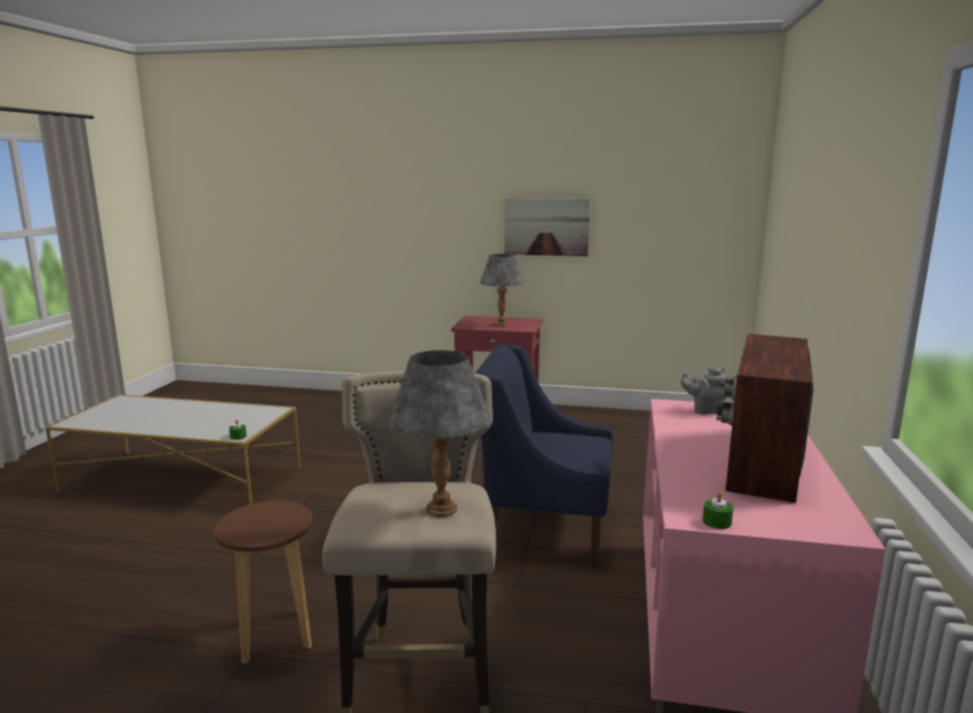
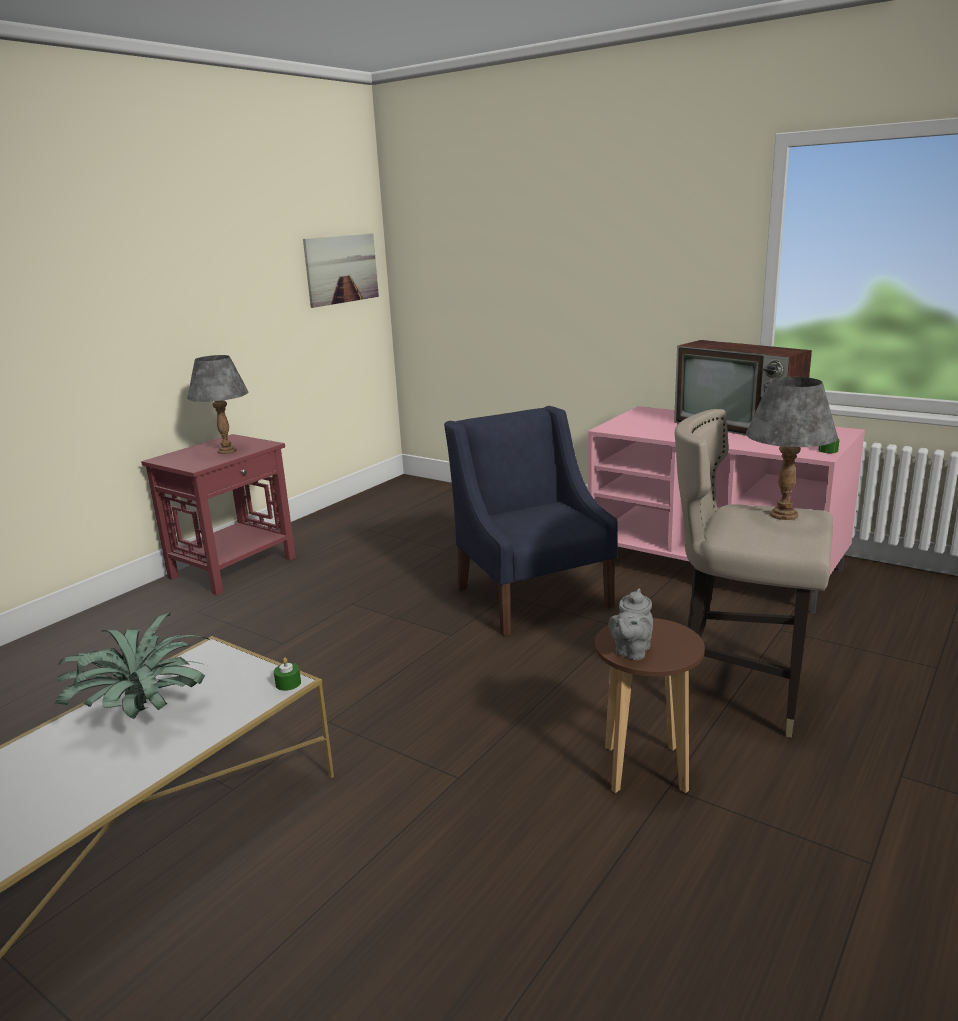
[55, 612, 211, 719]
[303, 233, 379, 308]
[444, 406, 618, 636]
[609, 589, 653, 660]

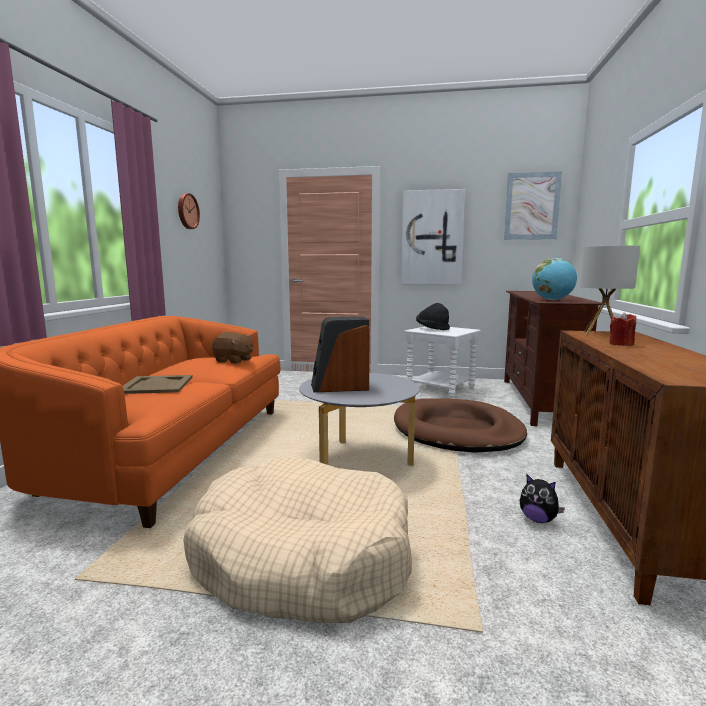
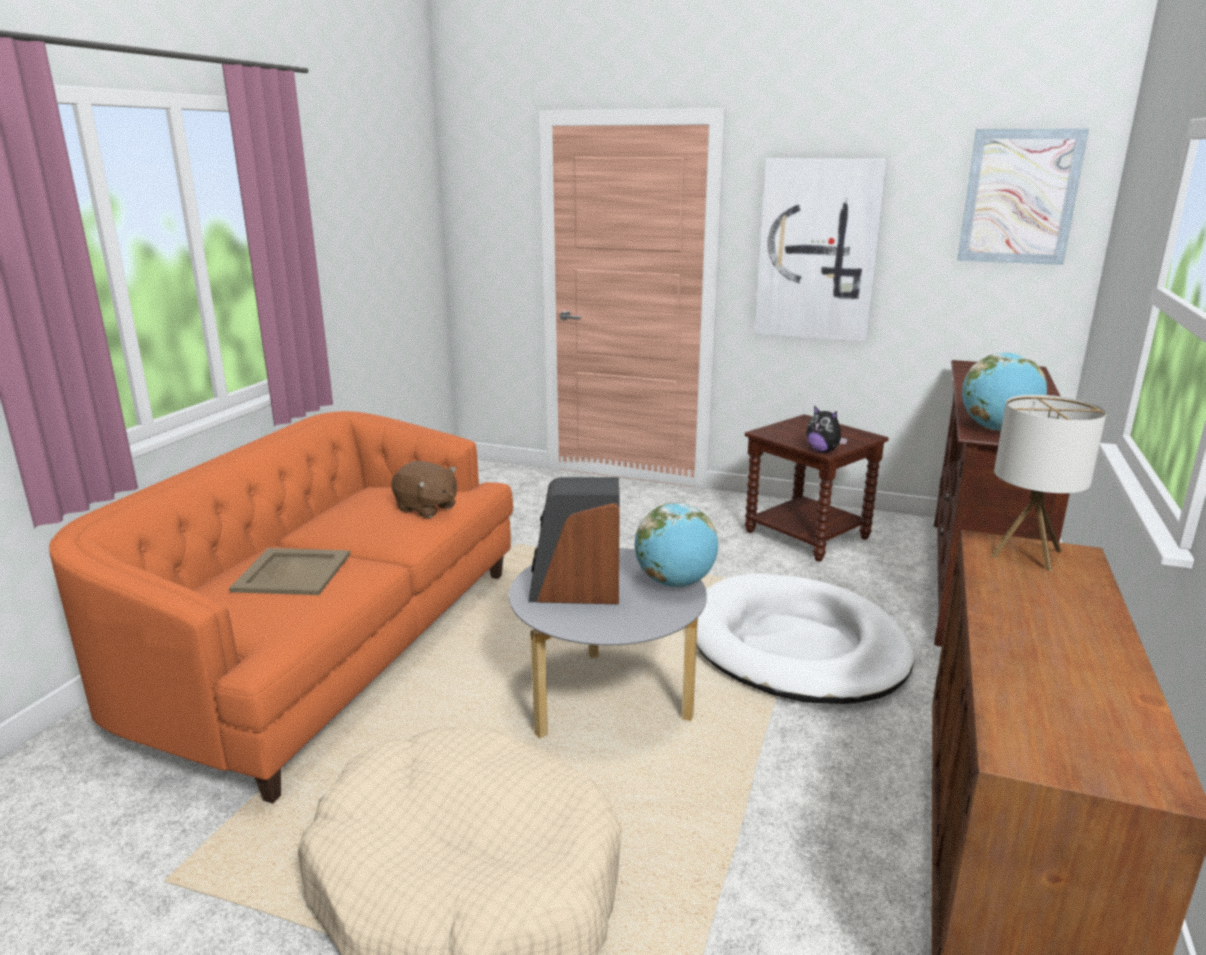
[635, 503, 718, 587]
[697, 573, 914, 704]
[745, 415, 889, 562]
[806, 406, 847, 453]
[178, 193, 200, 229] (first image)
[416, 303, 450, 330] (first image)
[609, 312, 636, 346] (first image)

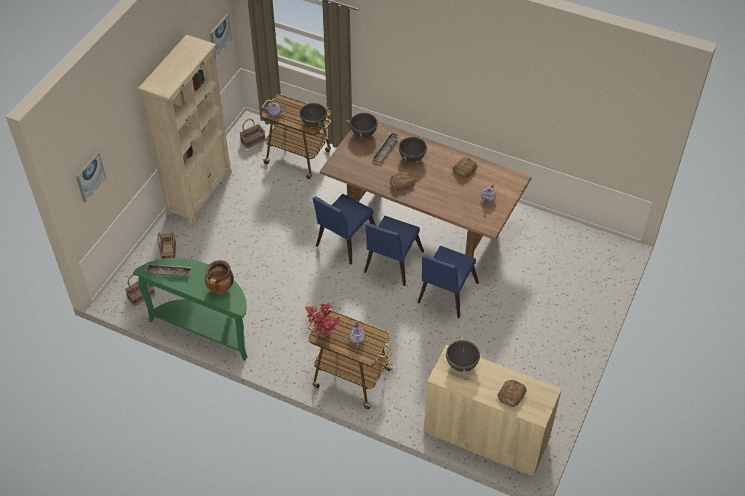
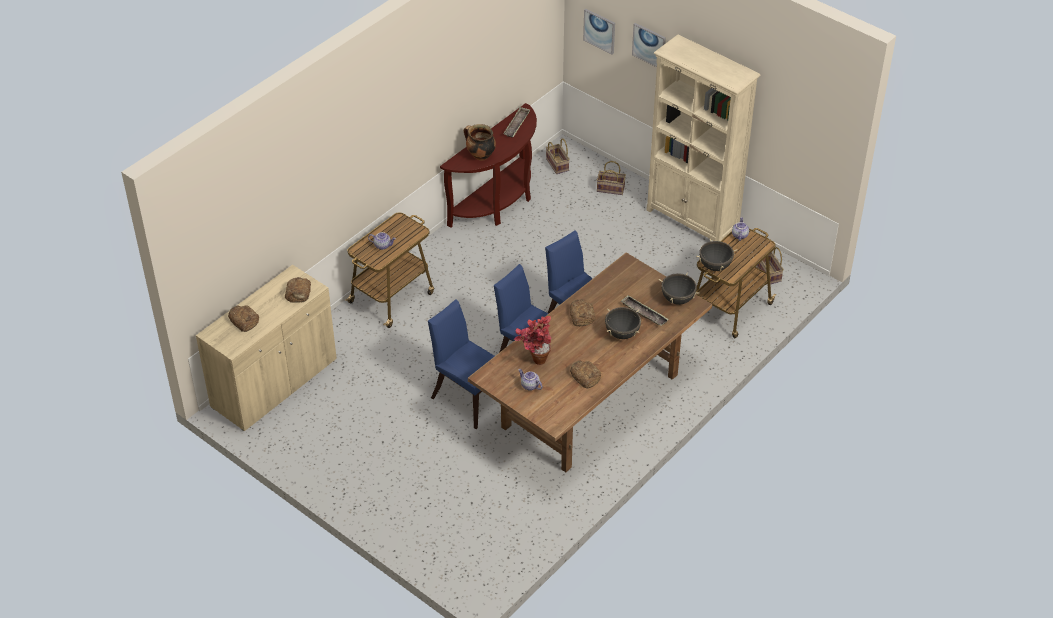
[285, 277, 311, 303]
[440, 103, 537, 228]
[514, 316, 551, 365]
[632, 23, 666, 67]

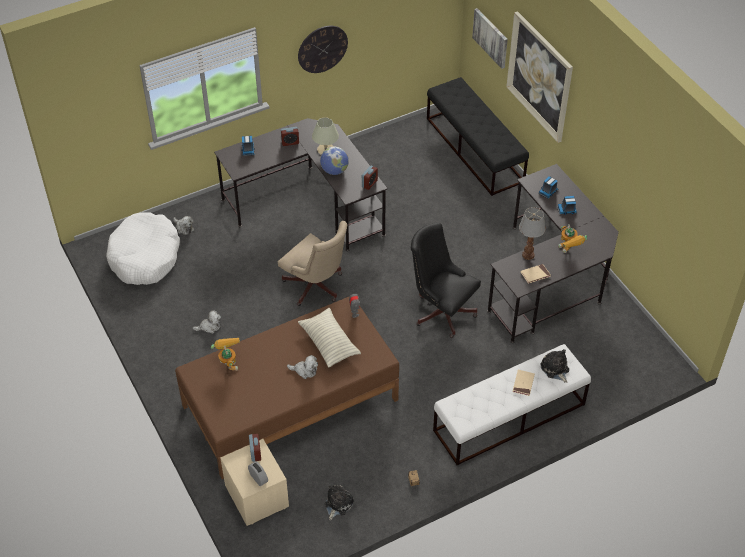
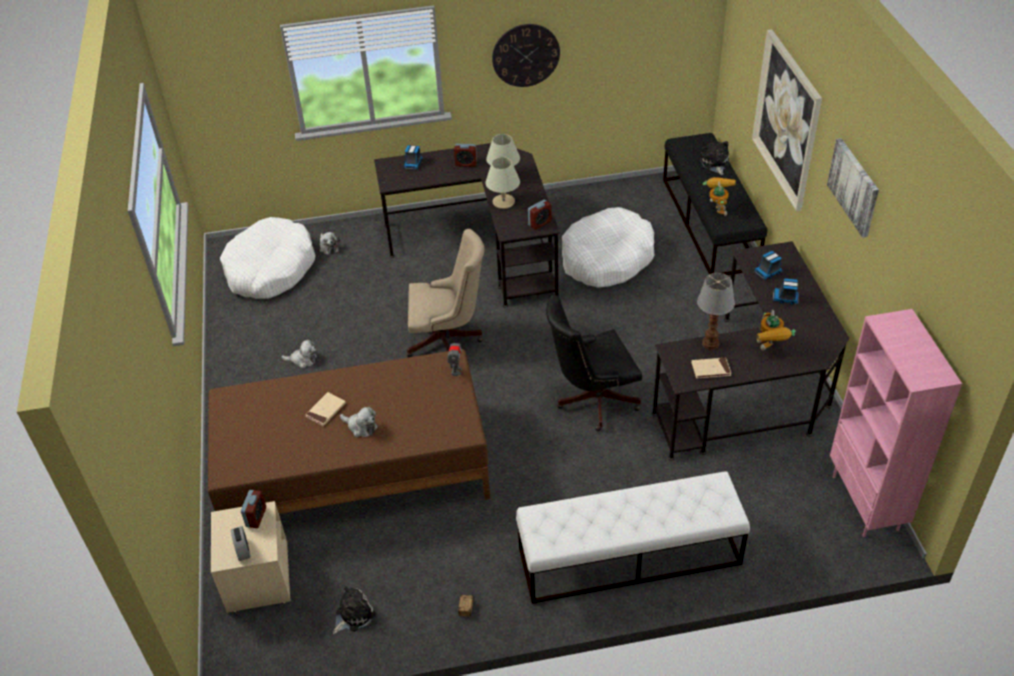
[305, 392, 346, 426]
[406, 229, 485, 357]
[485, 157, 520, 209]
[546, 295, 642, 431]
[562, 207, 654, 288]
[700, 141, 729, 175]
[703, 177, 736, 216]
[827, 138, 879, 238]
[830, 309, 962, 537]
[298, 308, 361, 367] (first image)

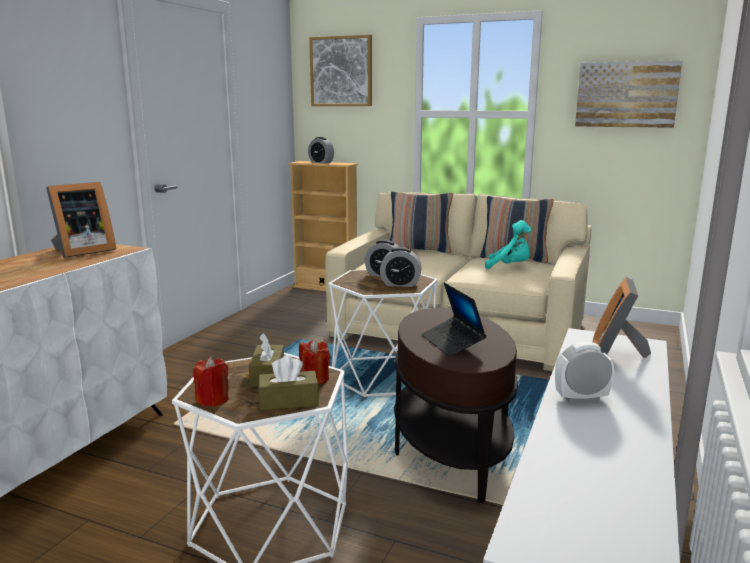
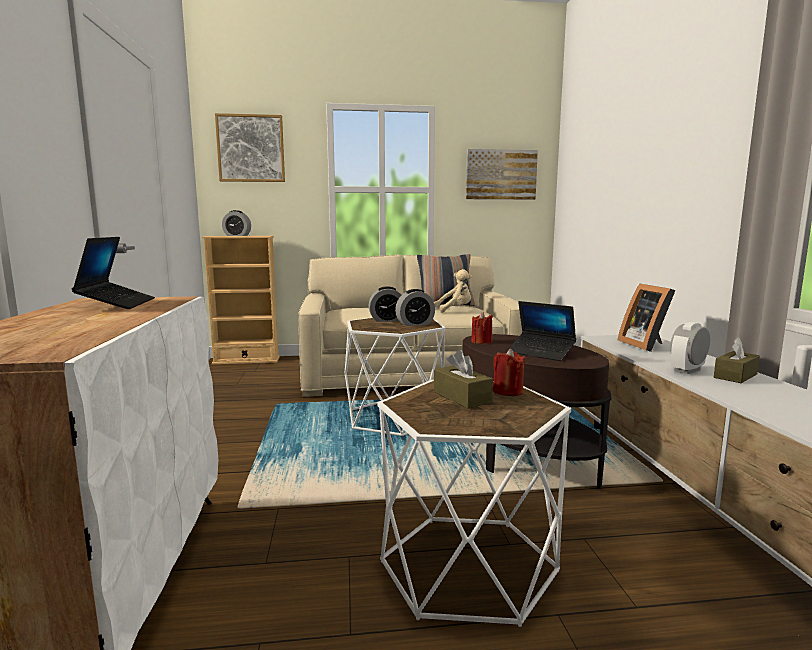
[72, 237, 155, 309]
[434, 269, 472, 313]
[471, 312, 493, 344]
[714, 337, 760, 383]
[390, 192, 453, 253] (first image)

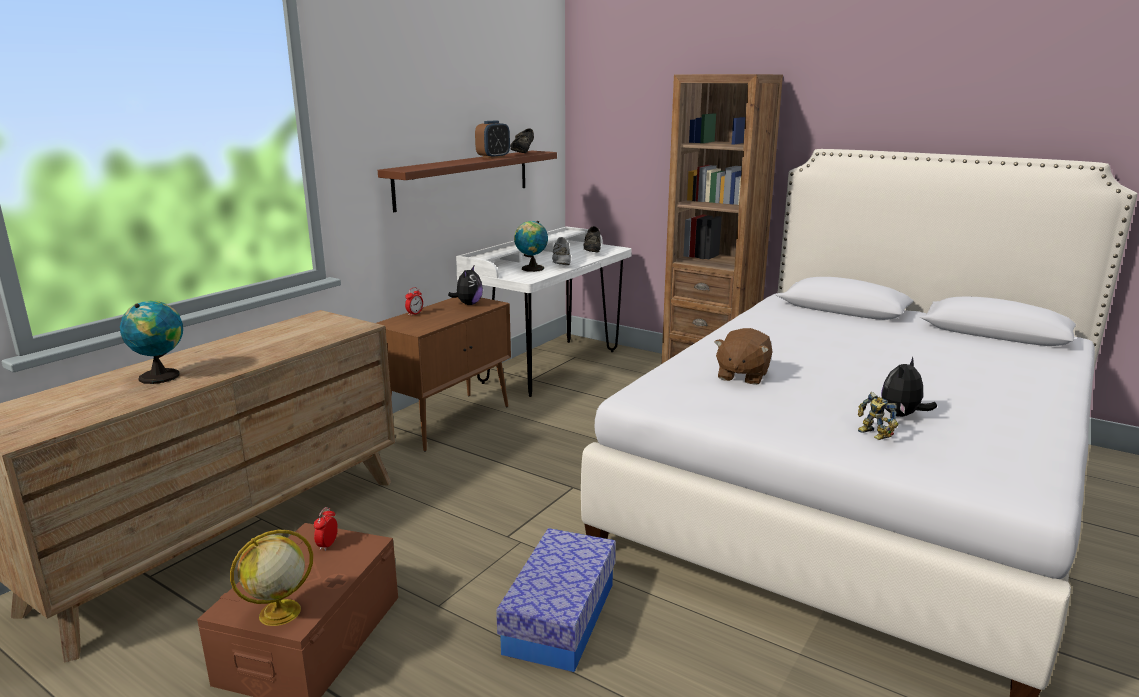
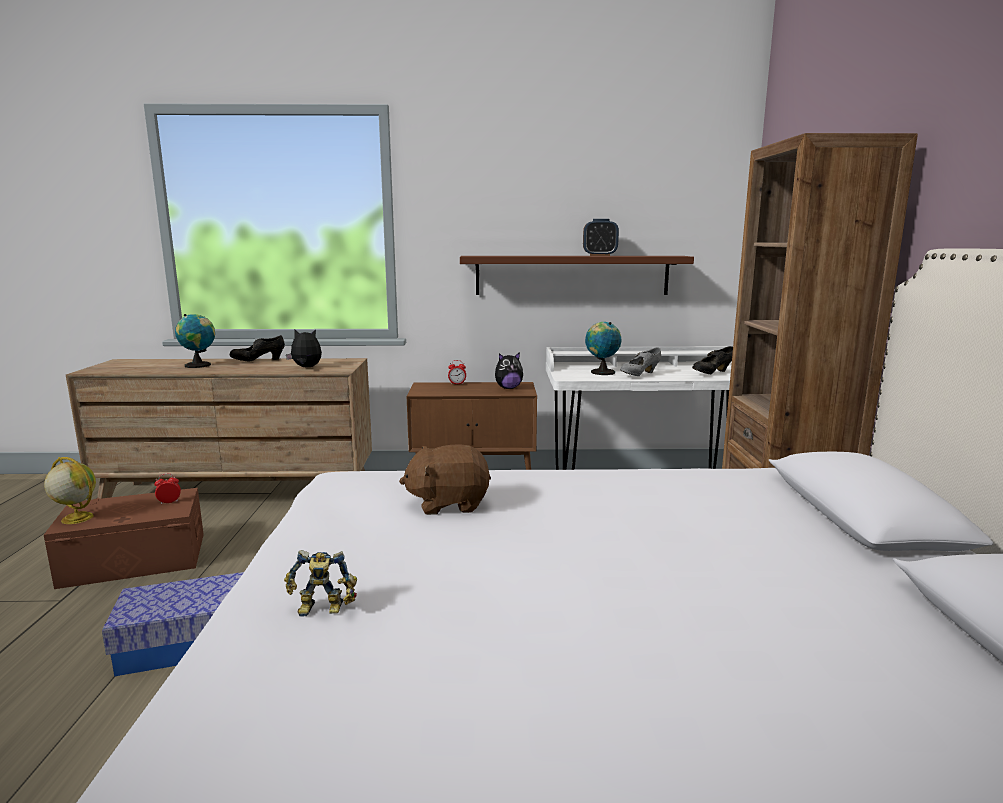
[230, 335, 285, 361]
[284, 550, 357, 616]
[286, 329, 322, 368]

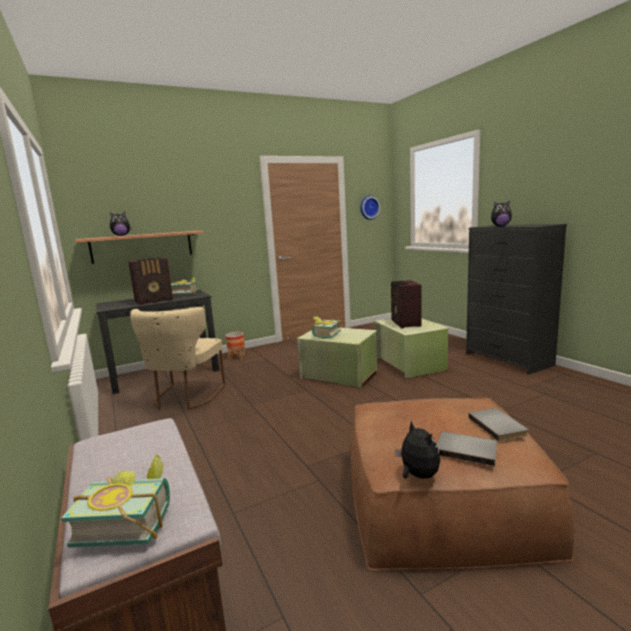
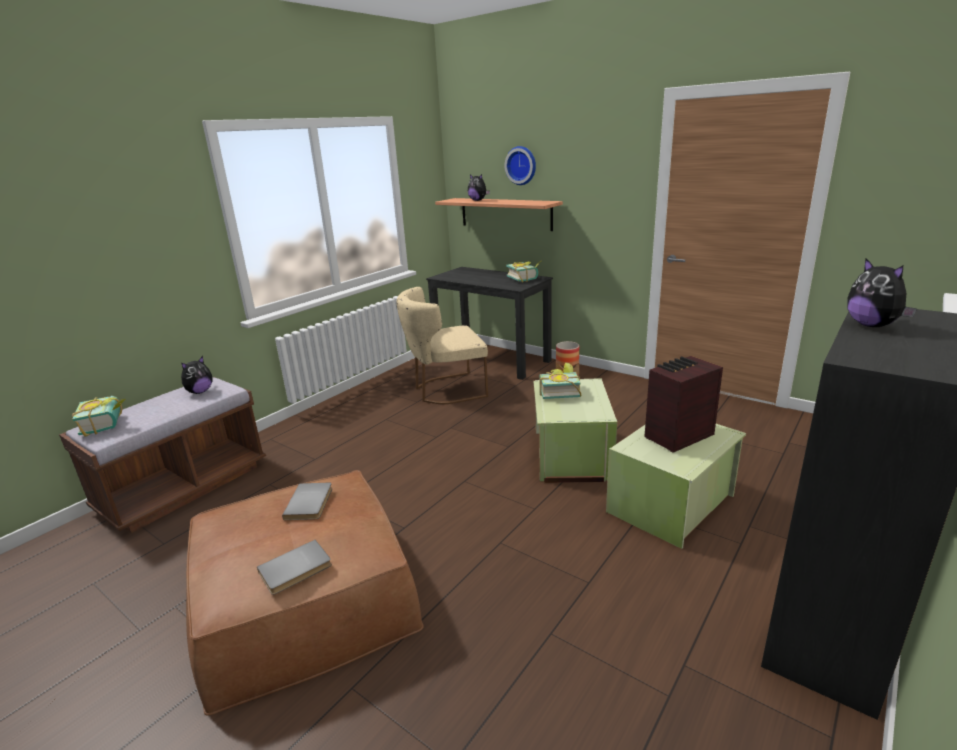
[181, 356, 213, 394]
[282, 483, 332, 520]
[504, 146, 536, 185]
[128, 258, 173, 305] (first image)

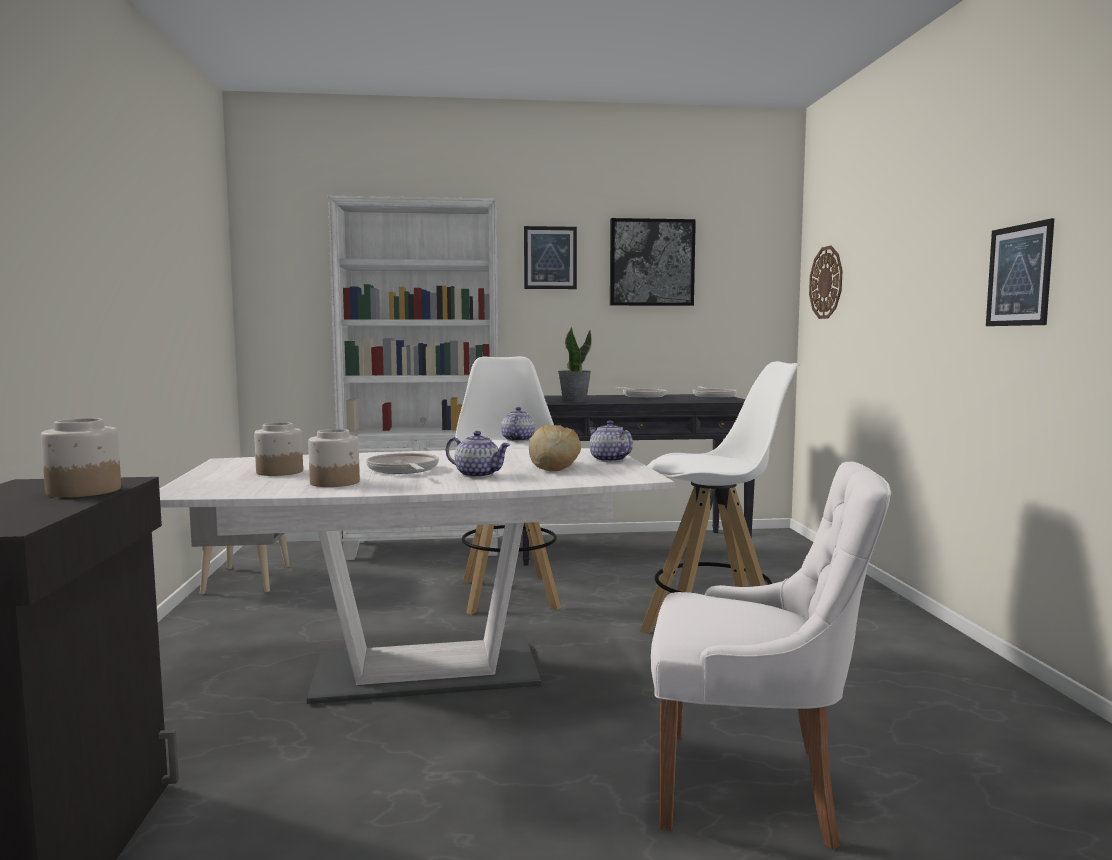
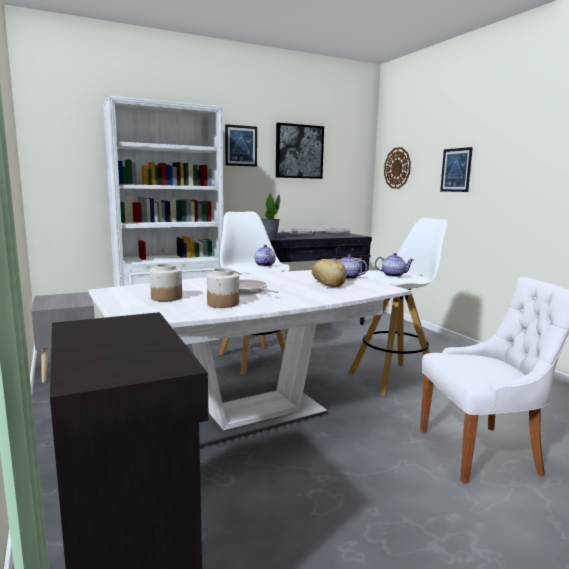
[375, 253, 414, 277]
[440, 147, 473, 192]
[41, 418, 121, 498] (first image)

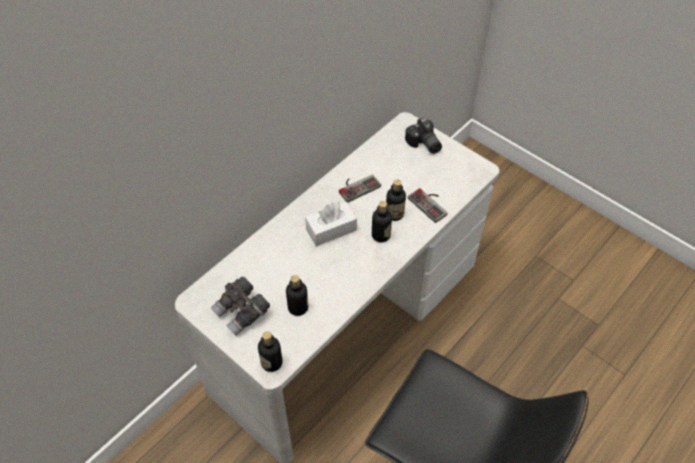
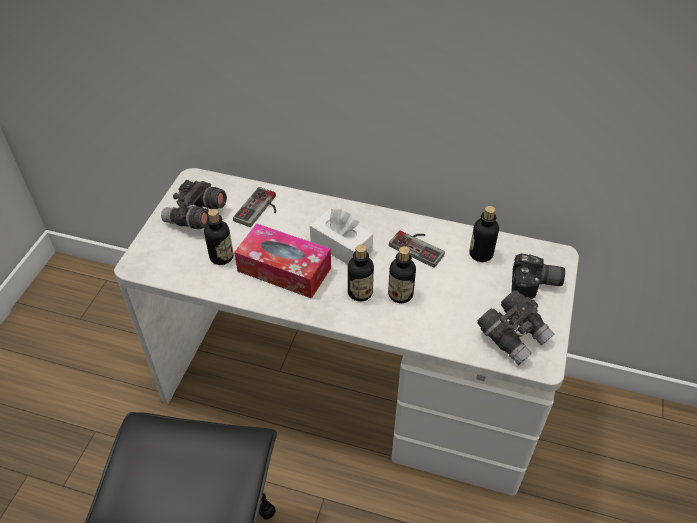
[233, 187, 276, 227]
[234, 223, 331, 299]
[469, 206, 499, 262]
[477, 290, 555, 365]
[512, 254, 565, 299]

